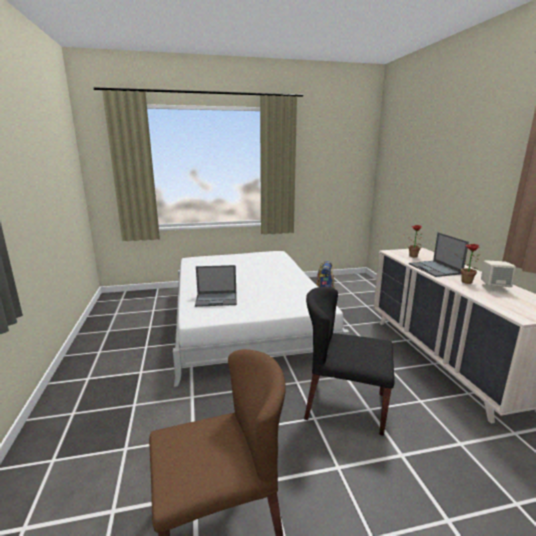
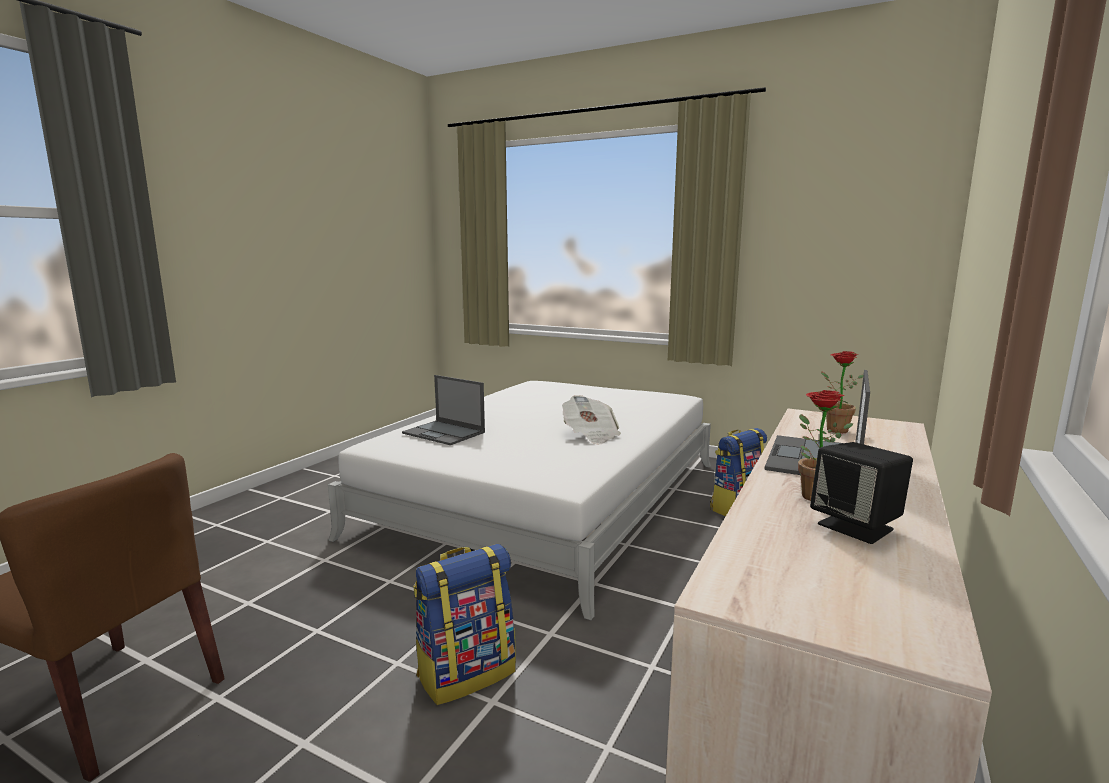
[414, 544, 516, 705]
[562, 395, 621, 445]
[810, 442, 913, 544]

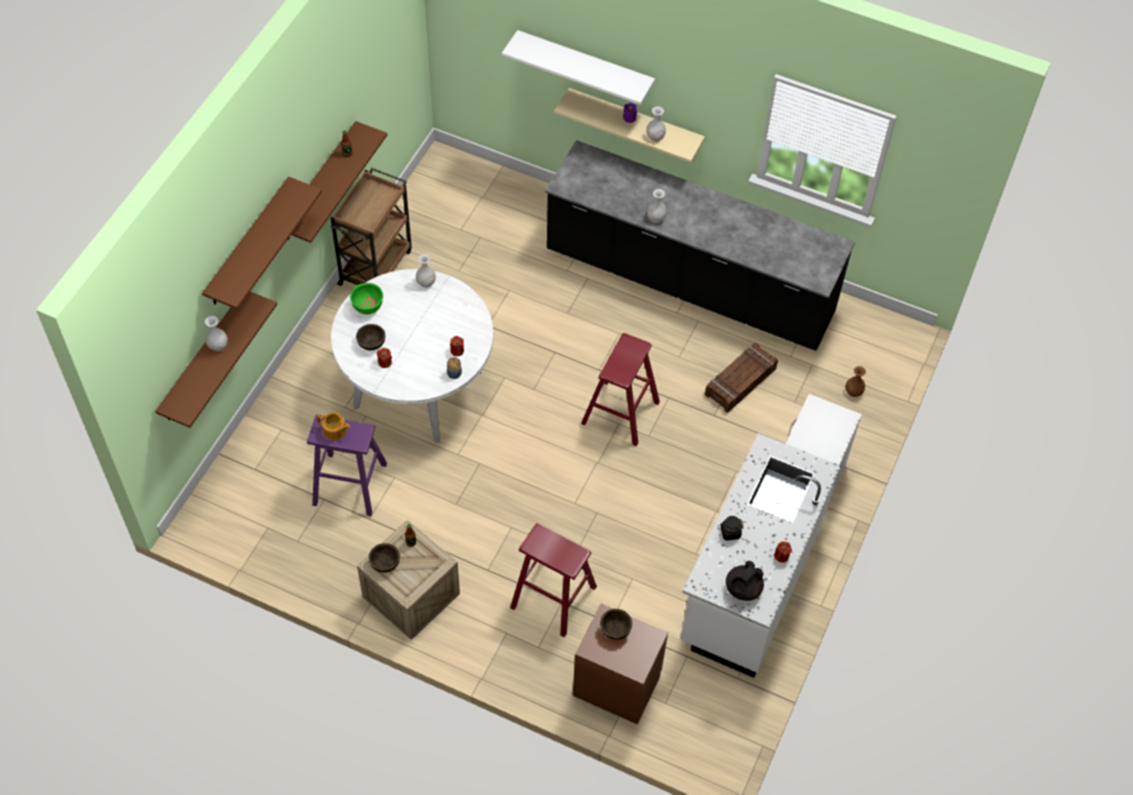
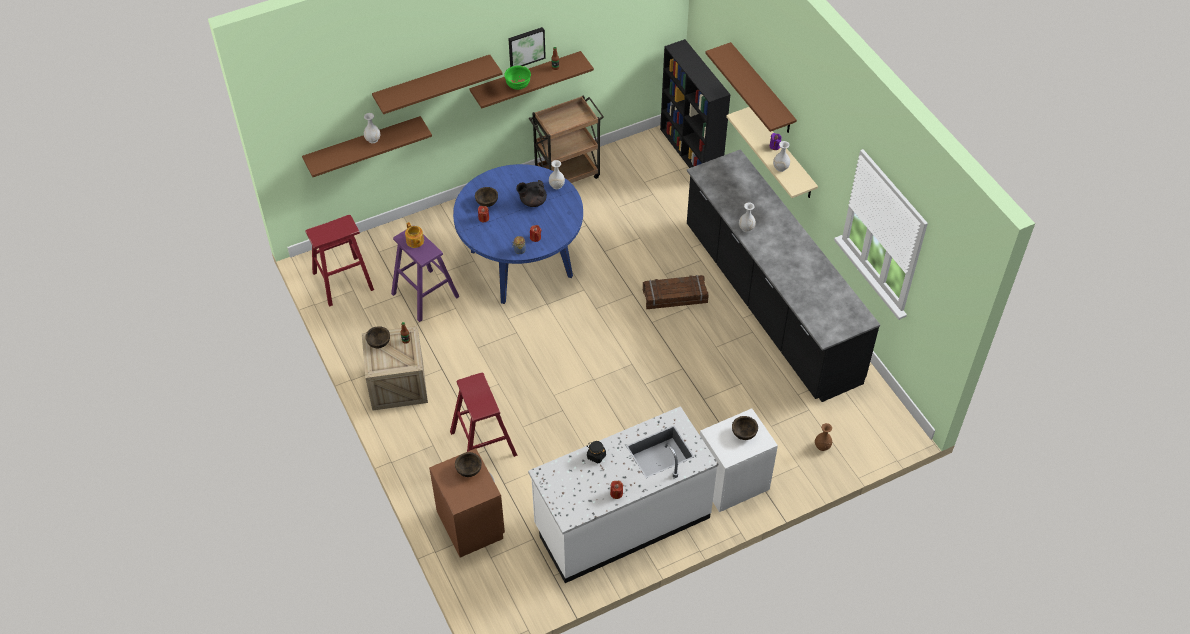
[305, 215, 374, 307]
[453, 164, 583, 304]
[504, 65, 531, 90]
[508, 27, 546, 67]
[516, 180, 547, 207]
[643, 275, 709, 309]
[660, 39, 731, 168]
[705, 42, 797, 133]
[732, 416, 758, 440]

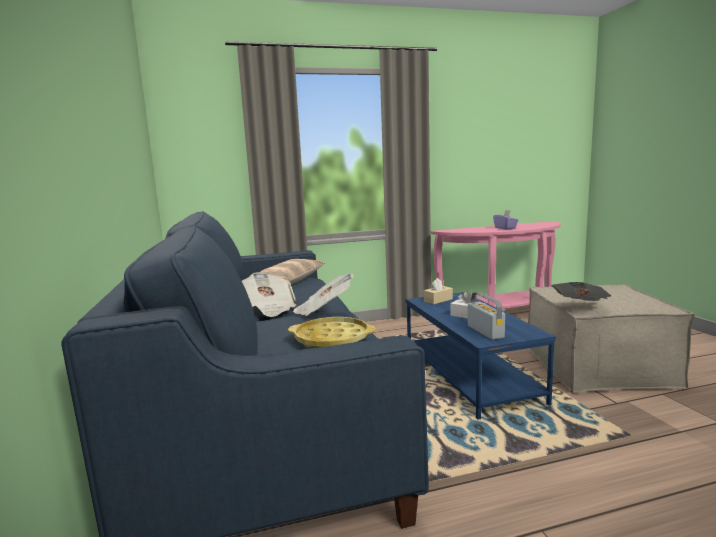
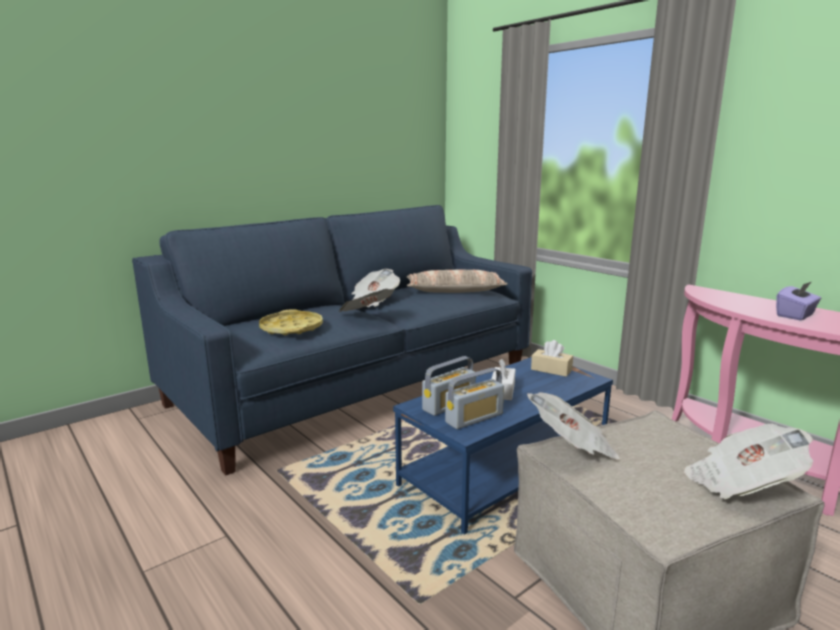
[445, 368, 504, 429]
[684, 423, 814, 499]

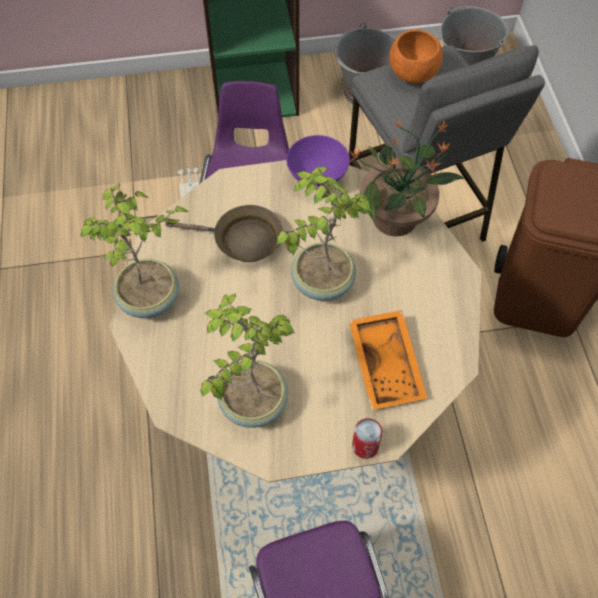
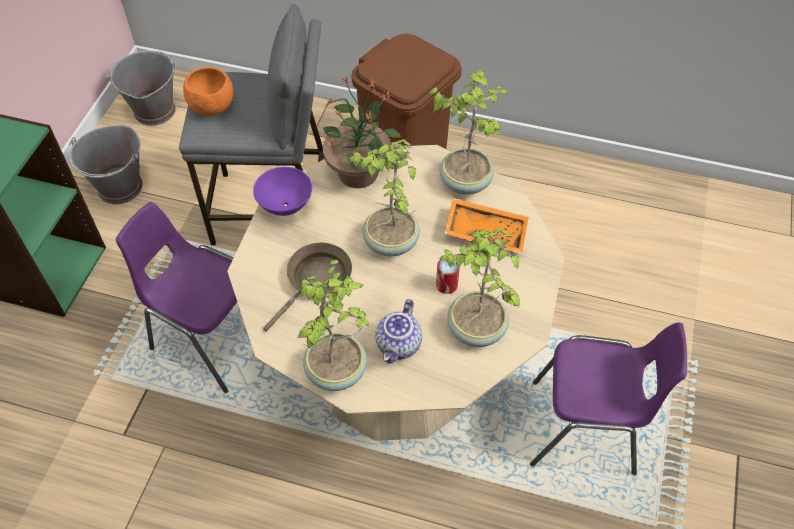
[375, 299, 422, 363]
[428, 70, 508, 194]
[436, 259, 460, 294]

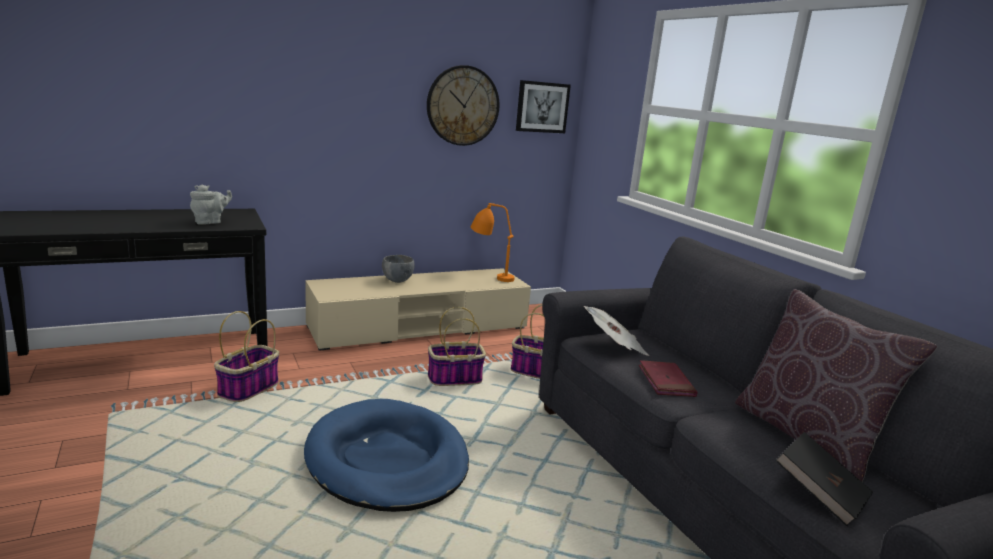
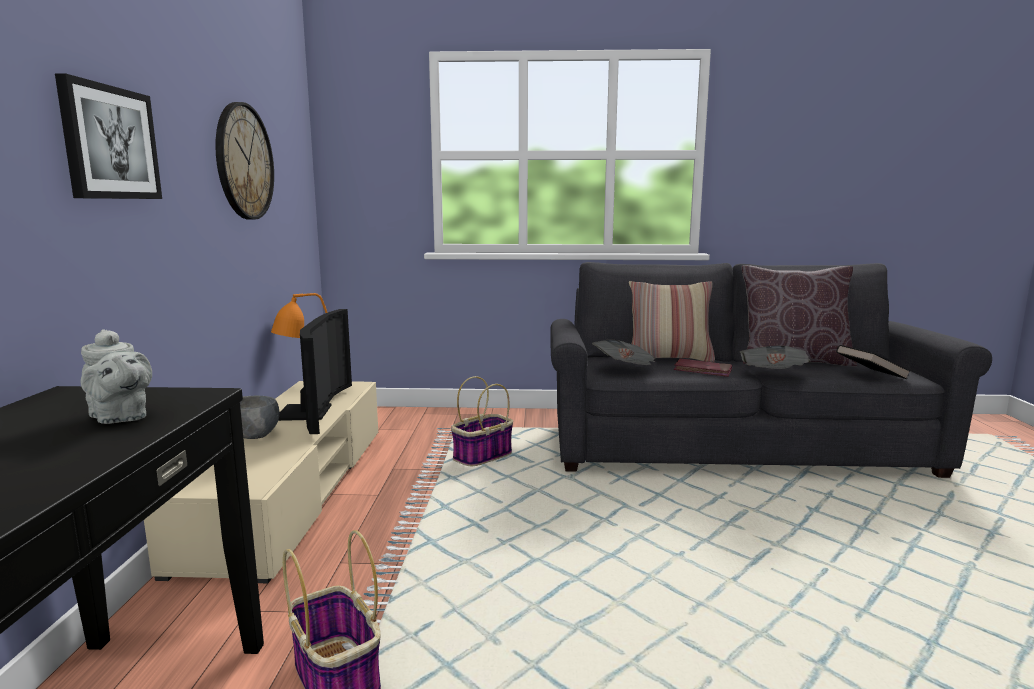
[55, 73, 162, 199]
[81, 329, 152, 424]
[278, 309, 352, 434]
[629, 281, 715, 362]
[740, 346, 811, 369]
[304, 399, 469, 512] (first image)
[428, 307, 486, 386] (first image)

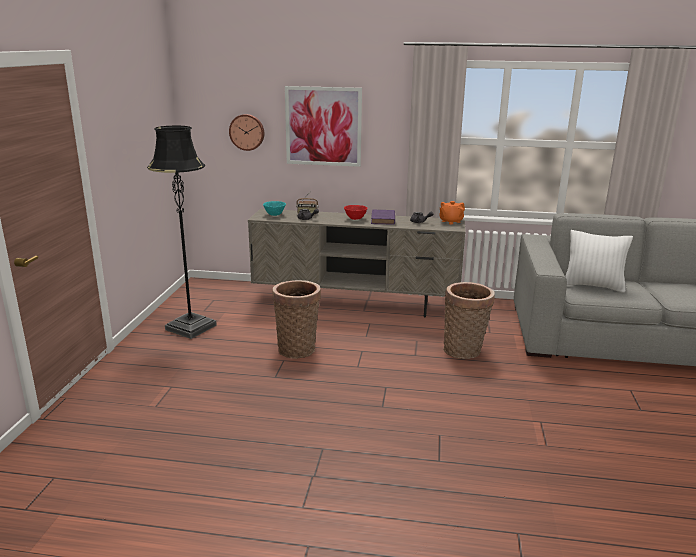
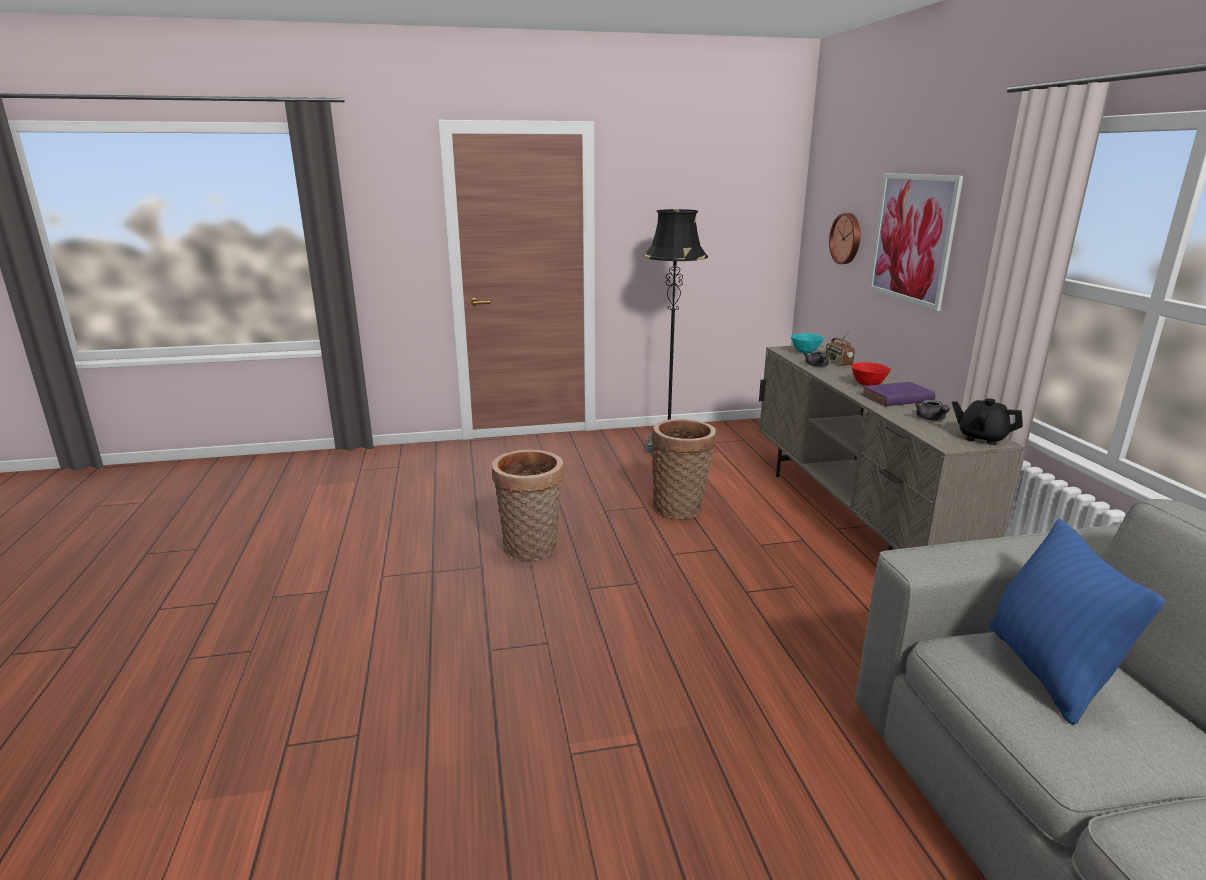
[492, 449, 564, 561]
[952, 398, 1023, 445]
[988, 519, 1165, 725]

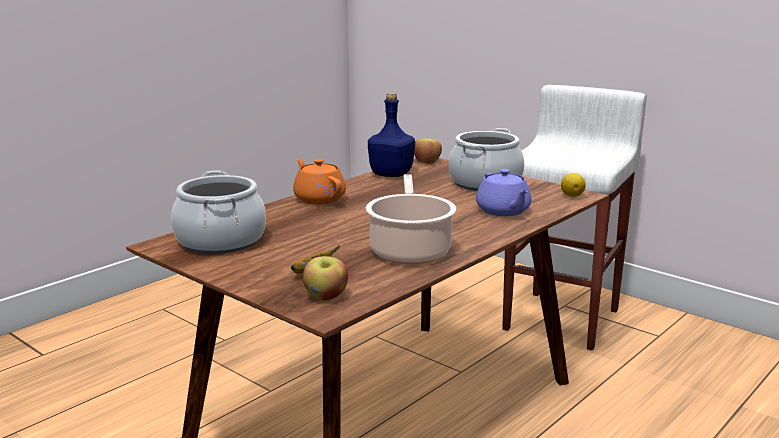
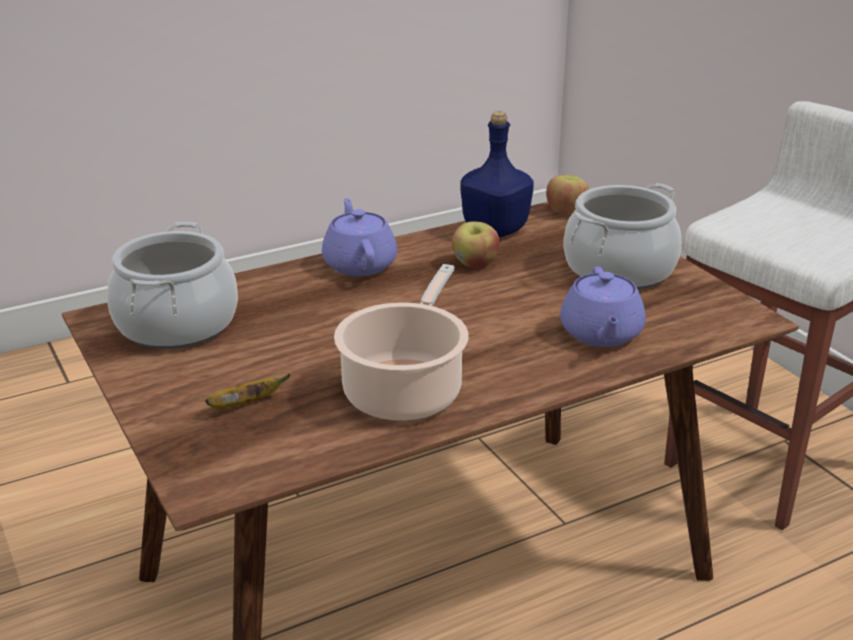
[322, 198, 397, 276]
[452, 222, 499, 268]
[561, 173, 586, 197] (first image)

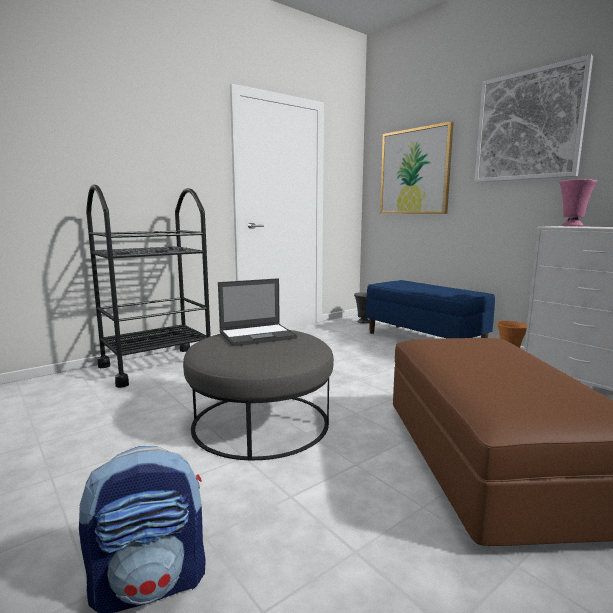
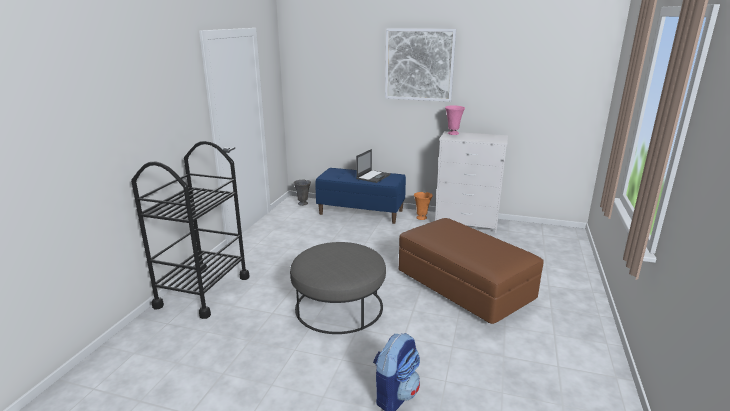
[356, 149, 391, 183]
[380, 121, 454, 214] (first image)

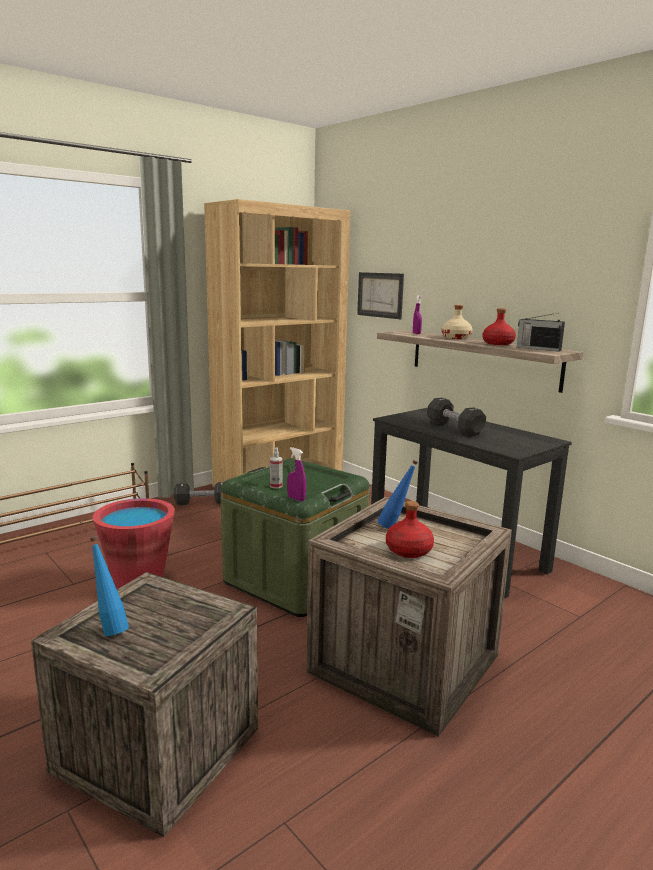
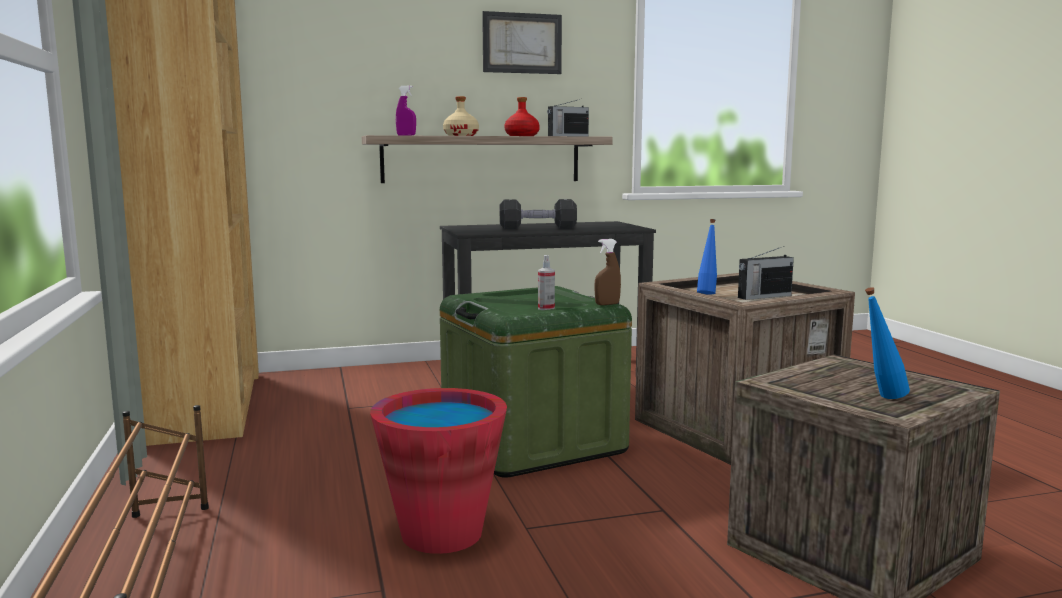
[482, 11, 562, 74]
[594, 239, 621, 305]
[738, 246, 794, 300]
[174, 482, 224, 505] (first image)

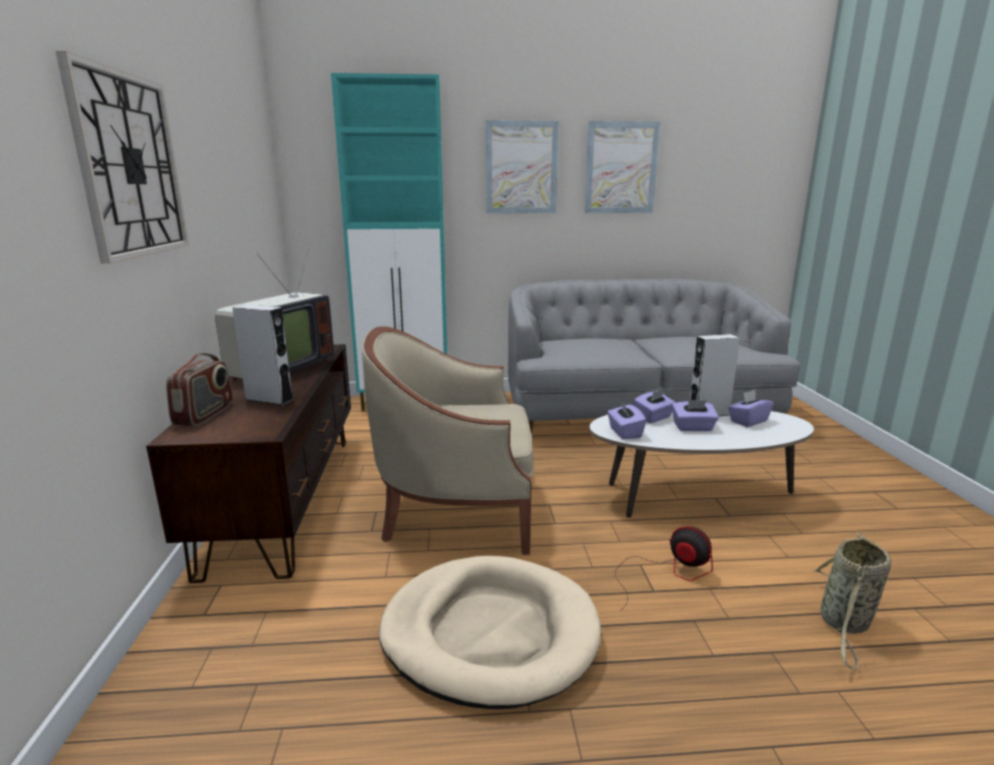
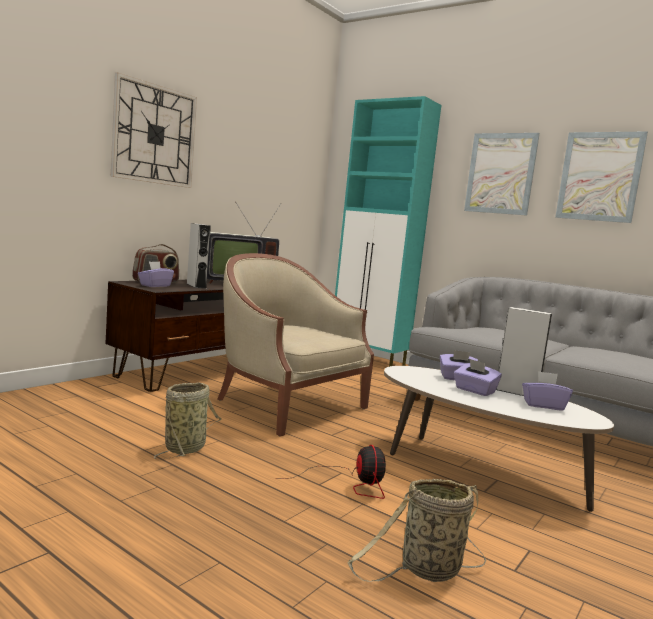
[138, 262, 174, 287]
[154, 382, 222, 459]

